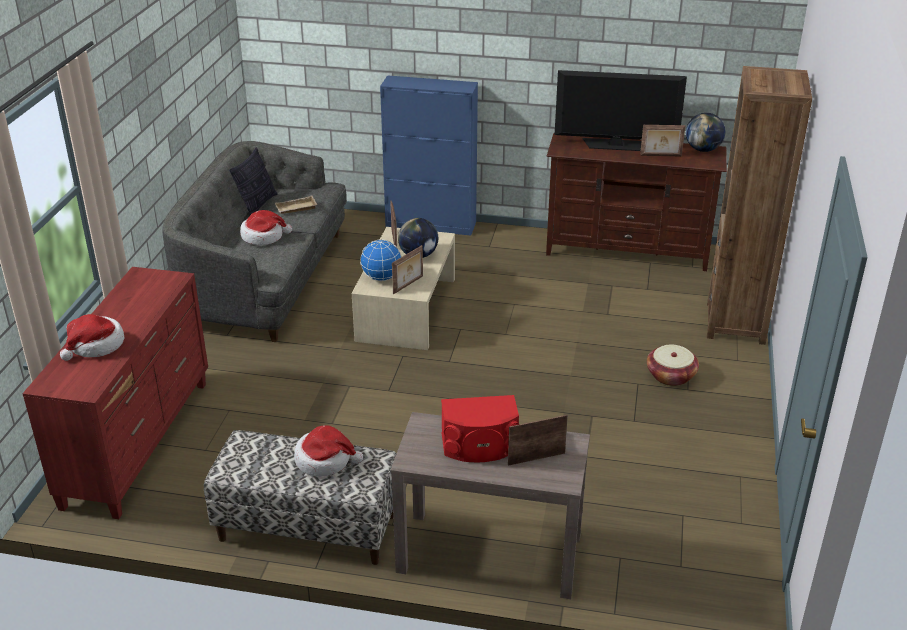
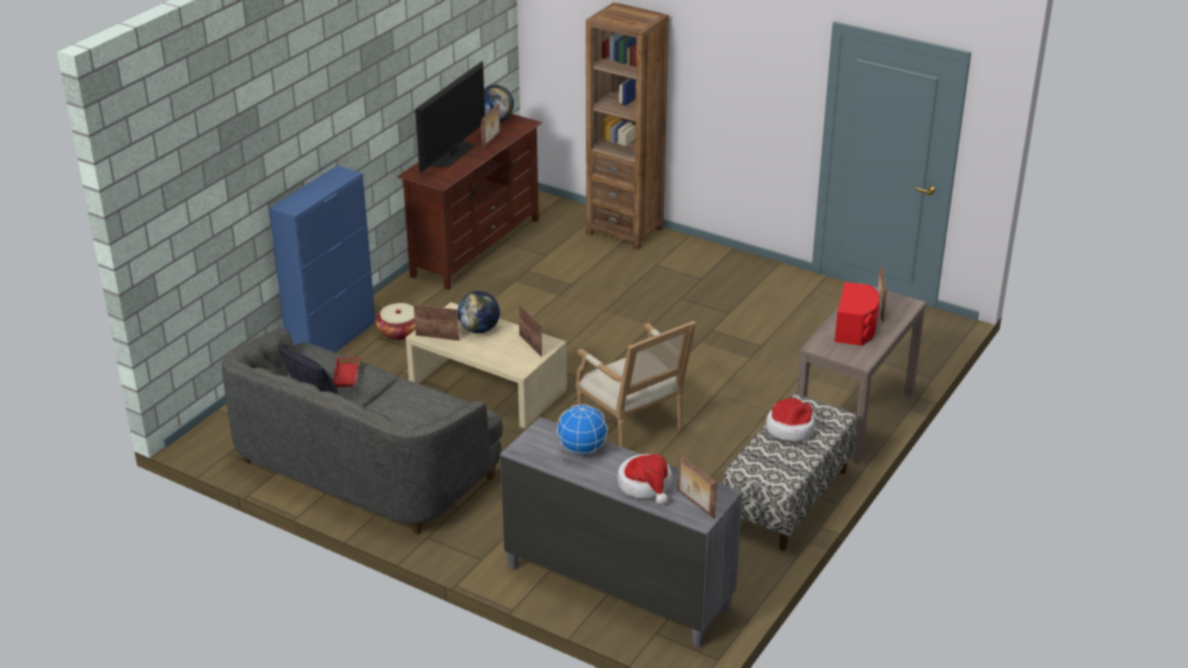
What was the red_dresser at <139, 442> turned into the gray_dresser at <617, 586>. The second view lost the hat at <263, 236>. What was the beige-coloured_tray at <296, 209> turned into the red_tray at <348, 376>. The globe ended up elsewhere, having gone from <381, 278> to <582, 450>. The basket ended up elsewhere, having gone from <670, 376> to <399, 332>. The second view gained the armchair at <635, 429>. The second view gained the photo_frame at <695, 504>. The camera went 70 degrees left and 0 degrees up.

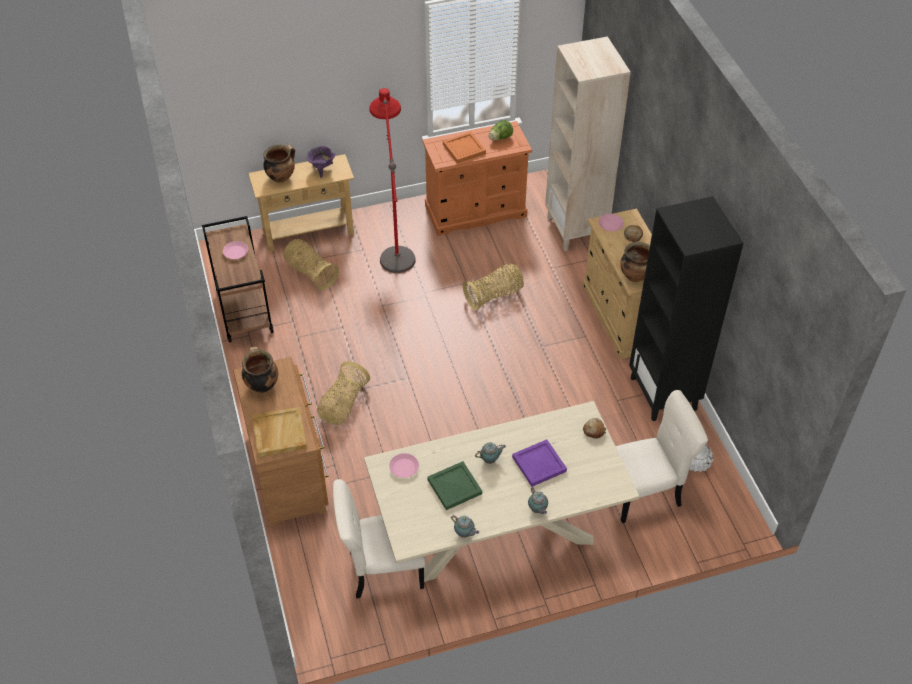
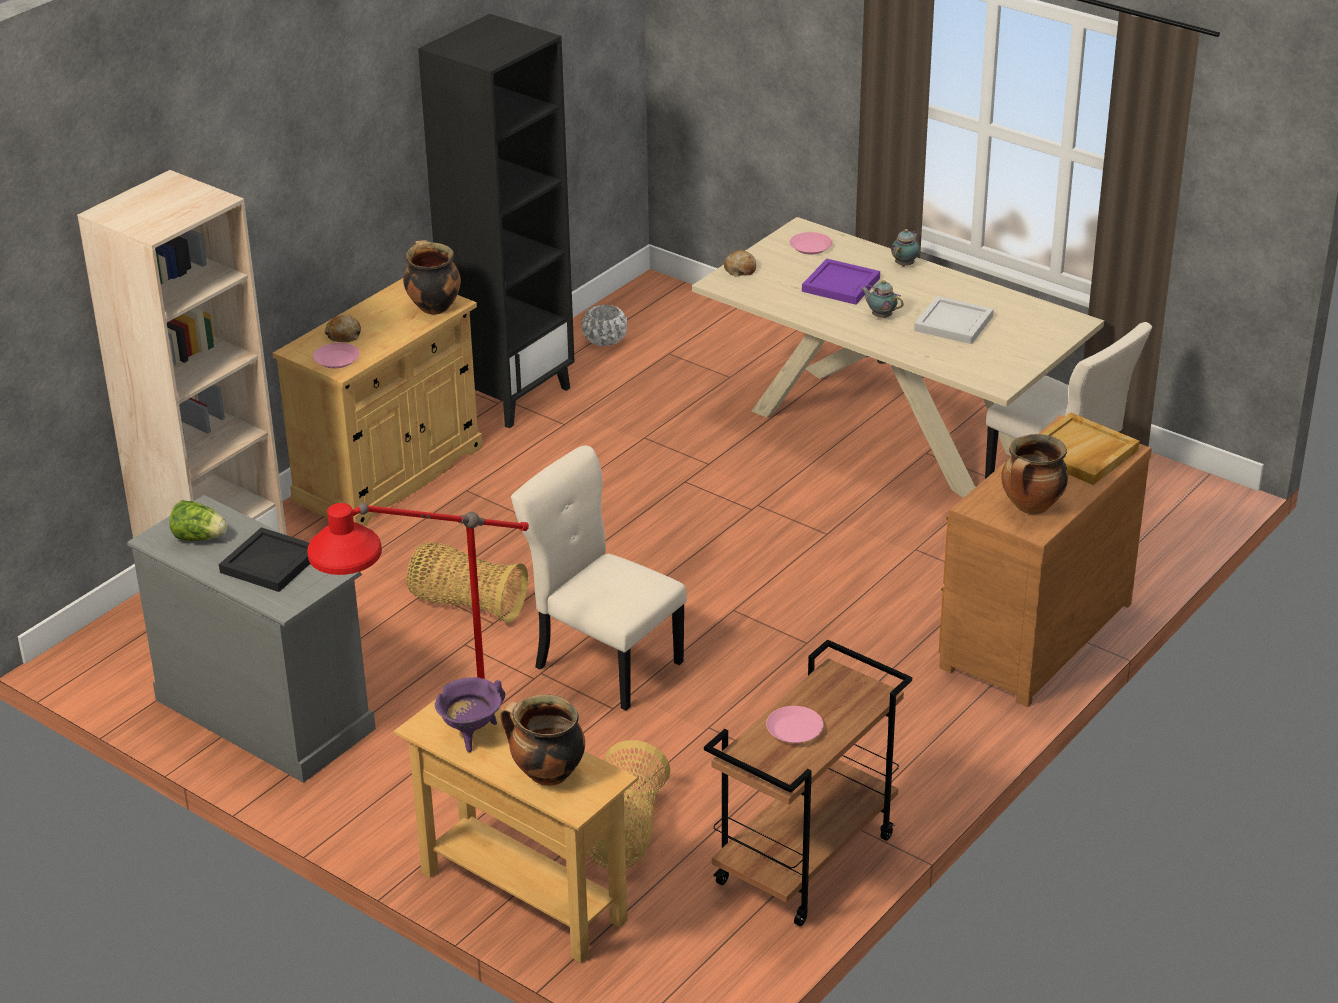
The second view lost the basket at <343, 404>. The pink_flat_dish ended up elsewhere, having gone from <404, 468> to <811, 247>. What was the orange-coloured_dresser at <476, 211> turned into the gray_dresser at <265, 713>. What was the green_tray at <455, 486> turned into the whitish_tray at <952, 323>. What was the orange-coloured_tray at <465, 149> turned into the blackish_tray at <270, 562>. The second view lost the teapot at <464, 534>. The beige-coloured_plain_chair ended up elsewhere, having gone from <644, 493> to <604, 662>. The camera went 125 degrees left and 15 degrees down.

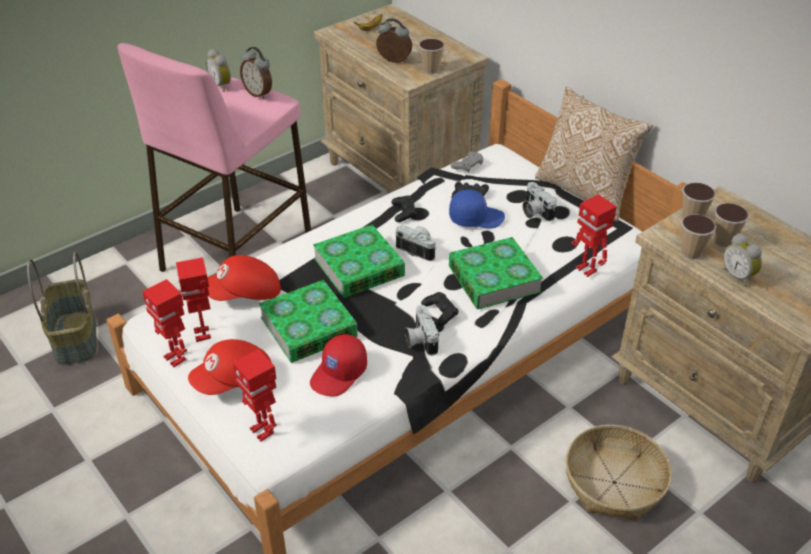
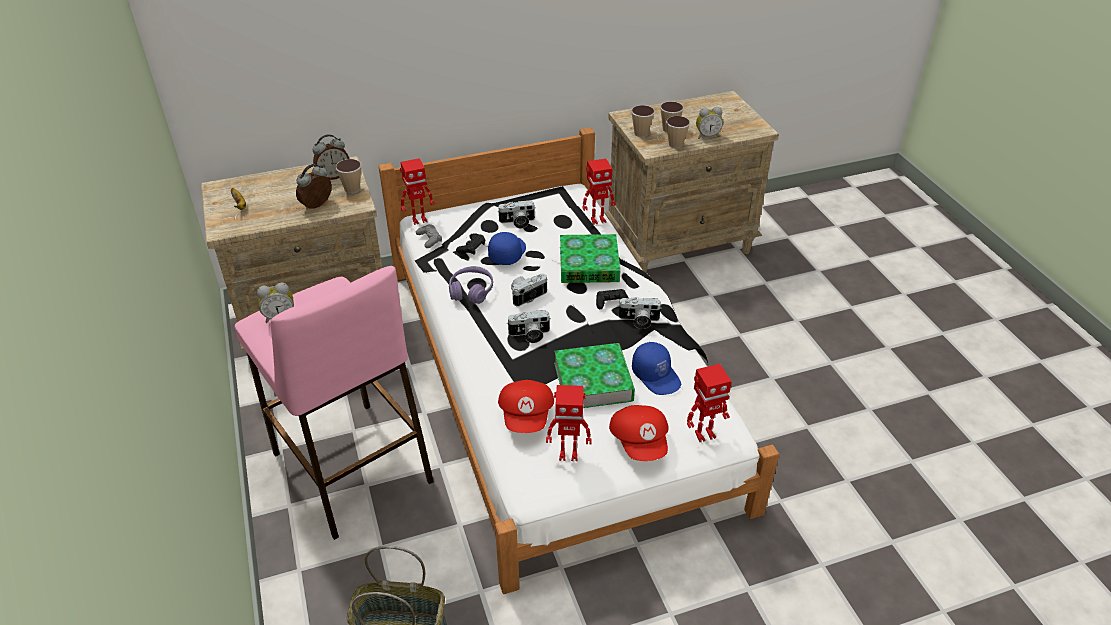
The robot_figure ended up elsewhere, having gone from <176, 358> to <419, 220>. The table_clock ended up elsewhere, having gone from <258, 93> to <334, 176>. What was the red_peaked_cap at <339, 374> turned into the blue_peaked_cap at <656, 376>. Where the book stood at <359, 267>, the photo_camera came to stand at <529, 335>. Where the blackish_game_controller stood at <404, 212>, the purple-coloured_headset came to stand at <471, 291>. The second view lost the throw_pillow at <585, 192>. The second view lost the basket at <613, 482>. The camera went 70 degrees left and 0 degrees up.

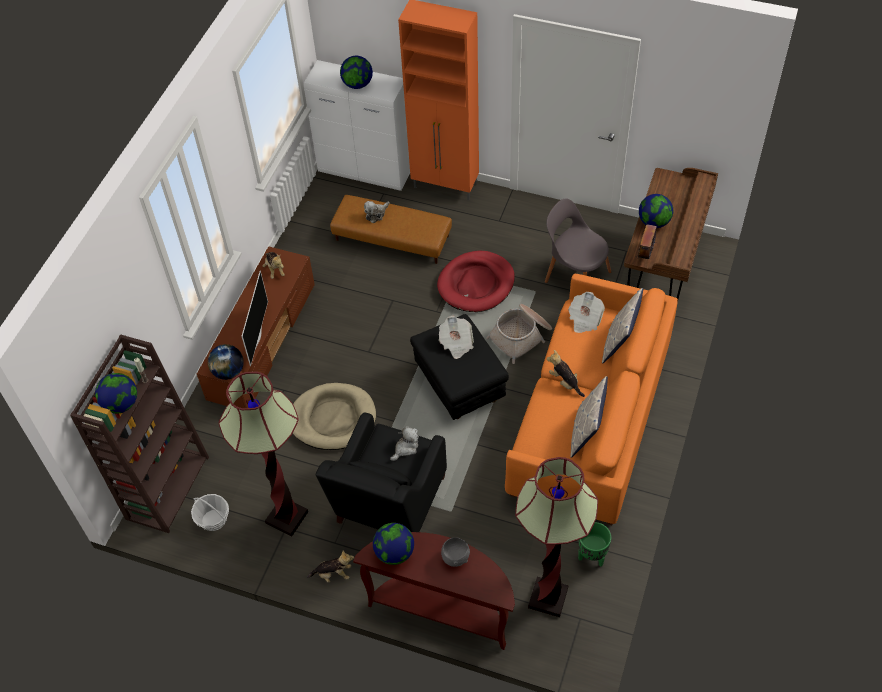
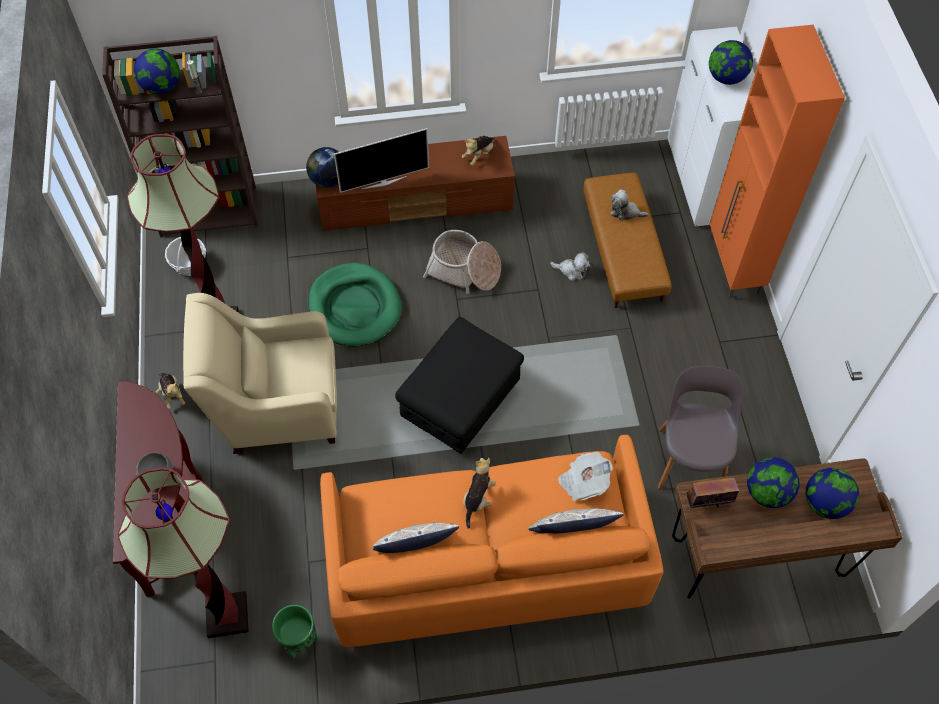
What was the beige-coloured_dog_bed at <333, 419> turned into the green_dog_bed at <355, 307>. What was the blackish_armchair at <389, 503> turned into the beige-coloured_armchair at <277, 406>. The globe ended up elsewhere, having gone from <394, 552> to <825, 503>. The cuddly_toy ended up elsewhere, having gone from <405, 448> to <572, 270>. The second view lost the red_dog_bed at <476, 284>. The second view lost the daily_paper at <456, 343>. The basket ended up elsewhere, having gone from <521, 336> to <464, 270>. The camera went 60 degrees right and 5 degrees up.

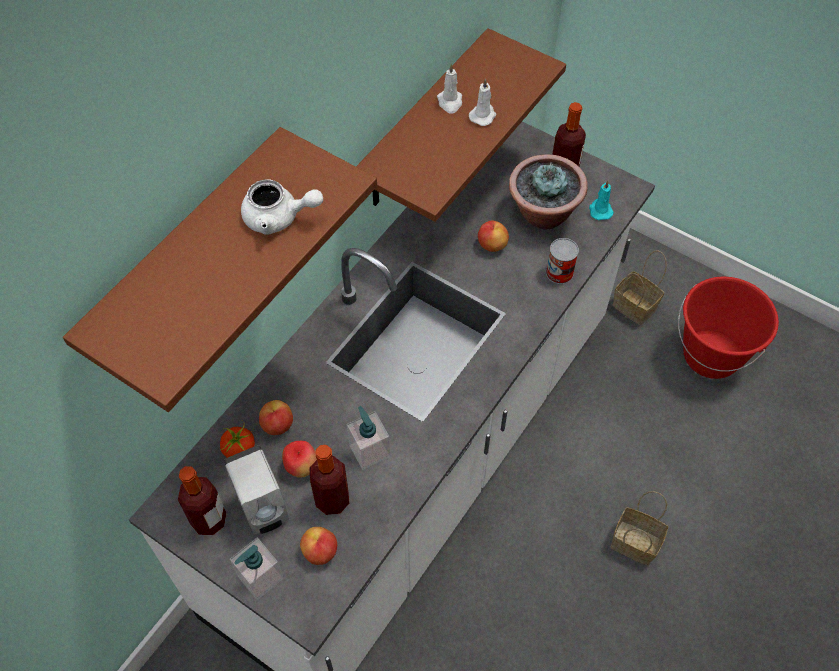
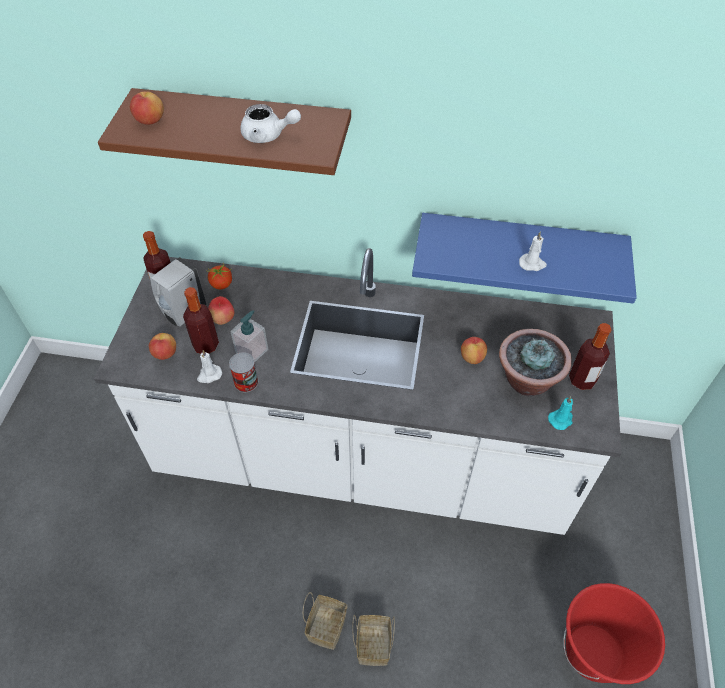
The second view lost the liquid_soap_bottle at <260, 577>. The whitish_teapot at <279, 218> ended up facing another way, 60 degrees counterclockwise from before. The apple ended up elsewhere, having gone from <277, 425> to <150, 121>. What was the brownish_wall_shelf at <423, 123> turned into the blue_wall_shelf at <519, 248>. The whitish_wax_light ended up elsewhere, having gone from <450, 102> to <209, 375>. The can ended up elsewhere, having gone from <559, 272> to <246, 382>. The basket ended up elsewhere, having gone from <636, 307> to <327, 628>. The camera went 65 degrees right and 5 degrees down.

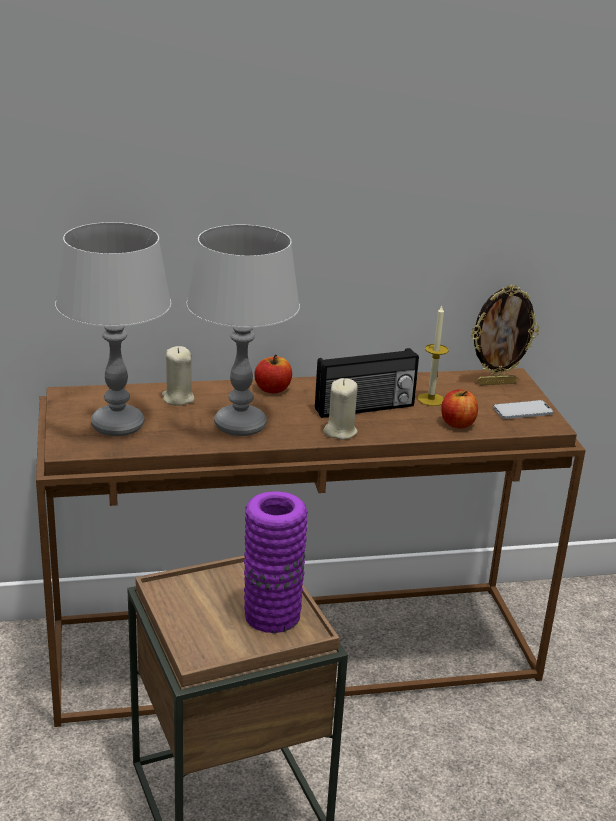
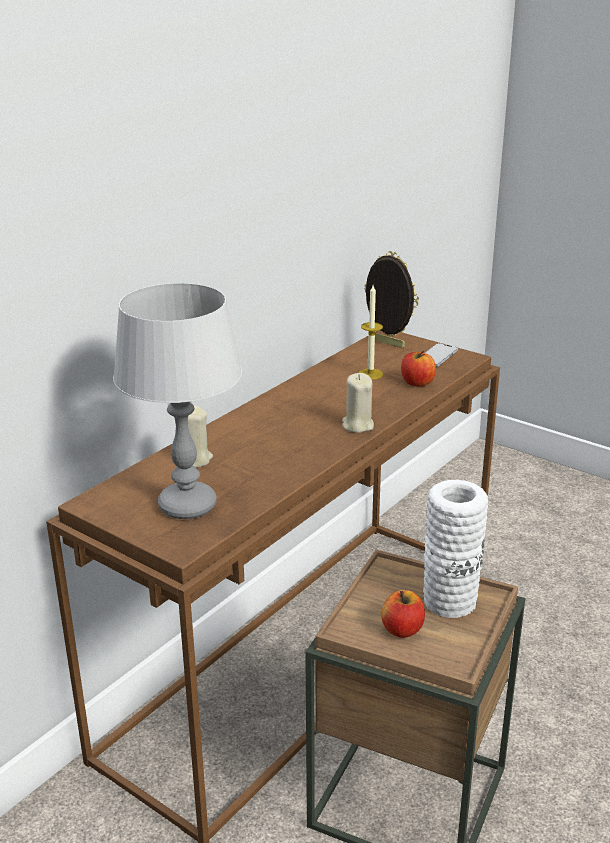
The second view lost the gray_lamp_for_a_table at <240, 426>. What was the purple-coloured_decorative_vase at <272, 615> turned into the whitish_decorative_vase at <449, 601>. The apple ended up elsewhere, having gone from <272, 389> to <402, 629>. The second view lost the radio at <365, 408>. The photo_frame at <496, 383> ended up facing another way, 90 degrees counterclockwise from before. The camera went 40 degrees left and 0 degrees up.

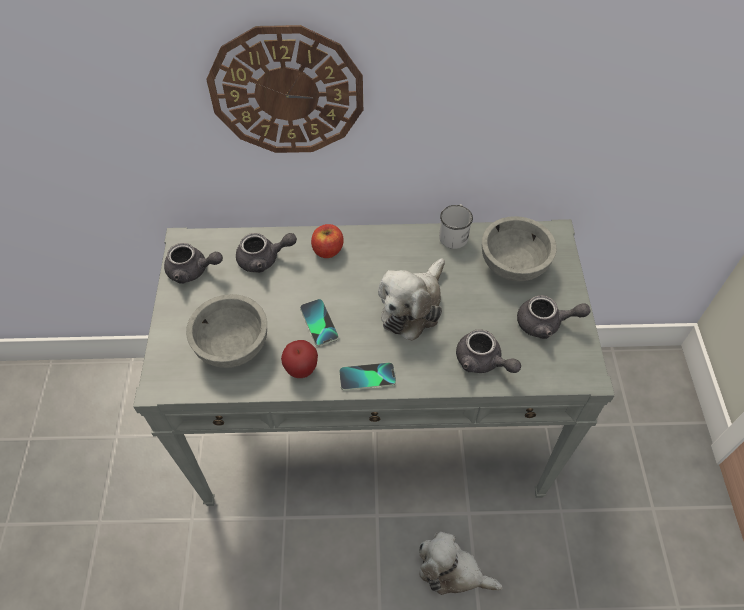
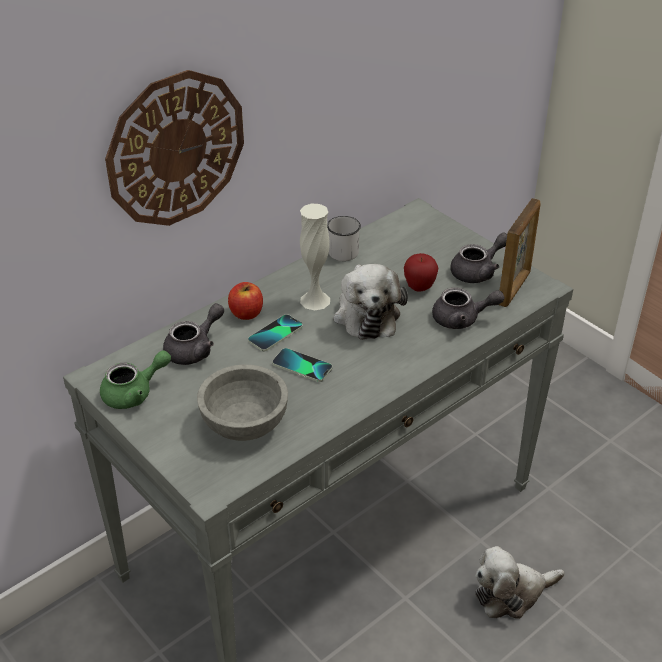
What was the gray_teapot at <193, 271> turned into the green_teapot at <134, 393>. The apple ended up elsewhere, having gone from <301, 370> to <419, 287>. The handset ended up elsewhere, having gone from <367, 377> to <275, 334>. The second view lost the gray_deep_dish at <514, 265>. The second view gained the whitish_decorative_vase at <315, 300>. The second view gained the photo_frame at <514, 288>. The camera went 40 degrees left and 15 degrees down.

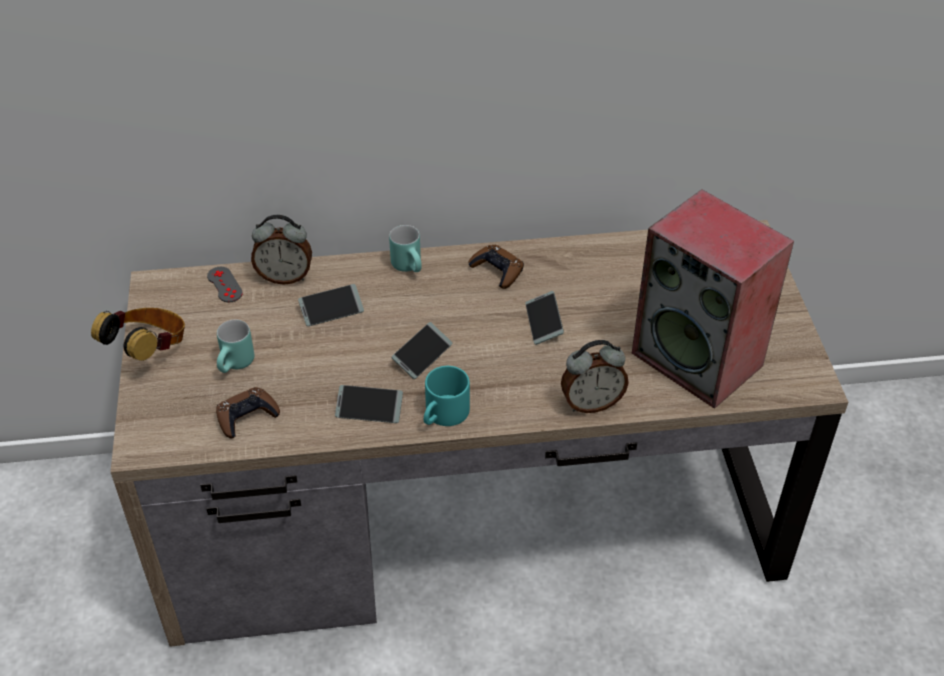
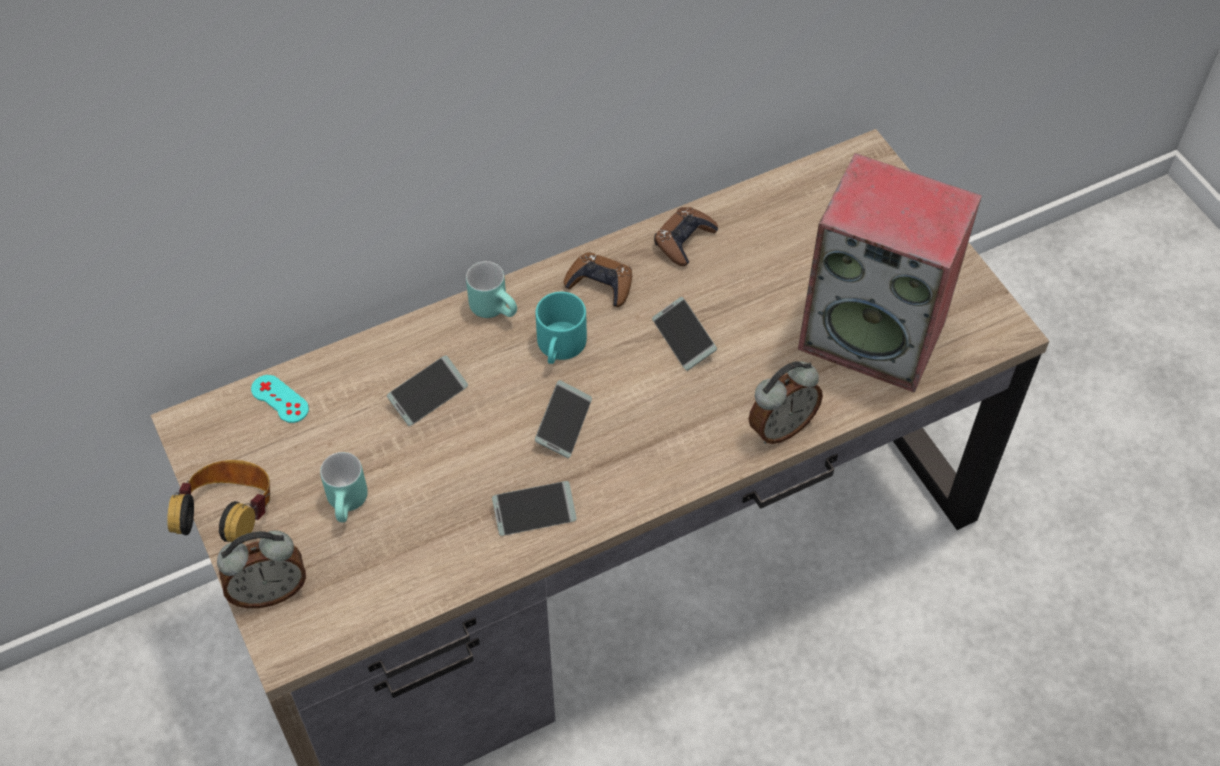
What was the gray_game_controller at <224, 285> turned into the blue-green_game_controller at <280, 399>. The brownish_game_controller ended up elsewhere, having gone from <247, 416> to <684, 240>. The table_clock ended up elsewhere, having gone from <285, 277> to <269, 591>. The blue-green_tea_mug ended up elsewhere, having gone from <444, 415> to <560, 347>. The camera went 20 degrees left and 10 degrees up.

